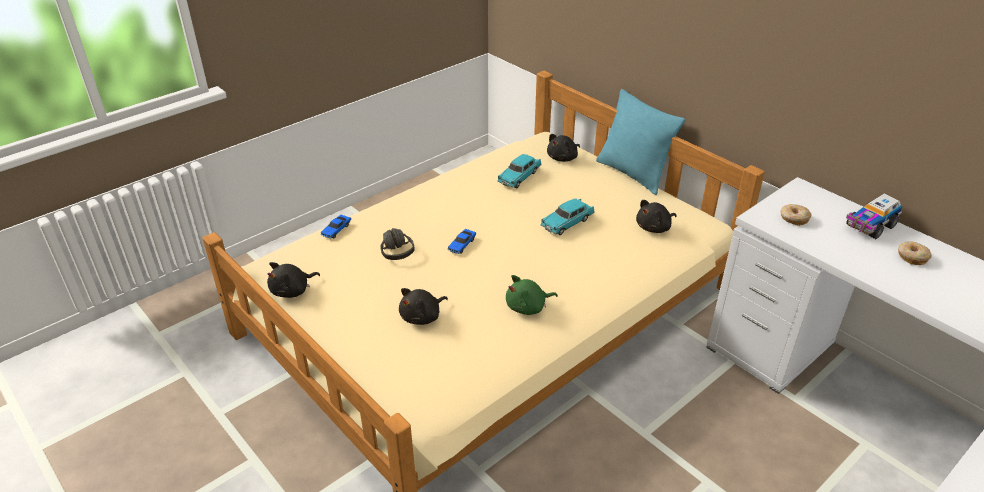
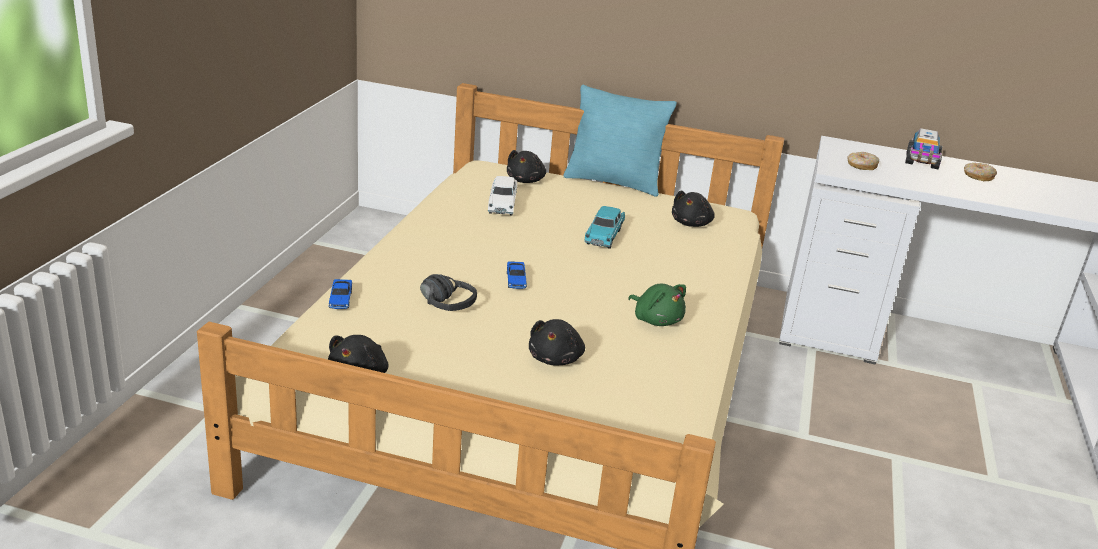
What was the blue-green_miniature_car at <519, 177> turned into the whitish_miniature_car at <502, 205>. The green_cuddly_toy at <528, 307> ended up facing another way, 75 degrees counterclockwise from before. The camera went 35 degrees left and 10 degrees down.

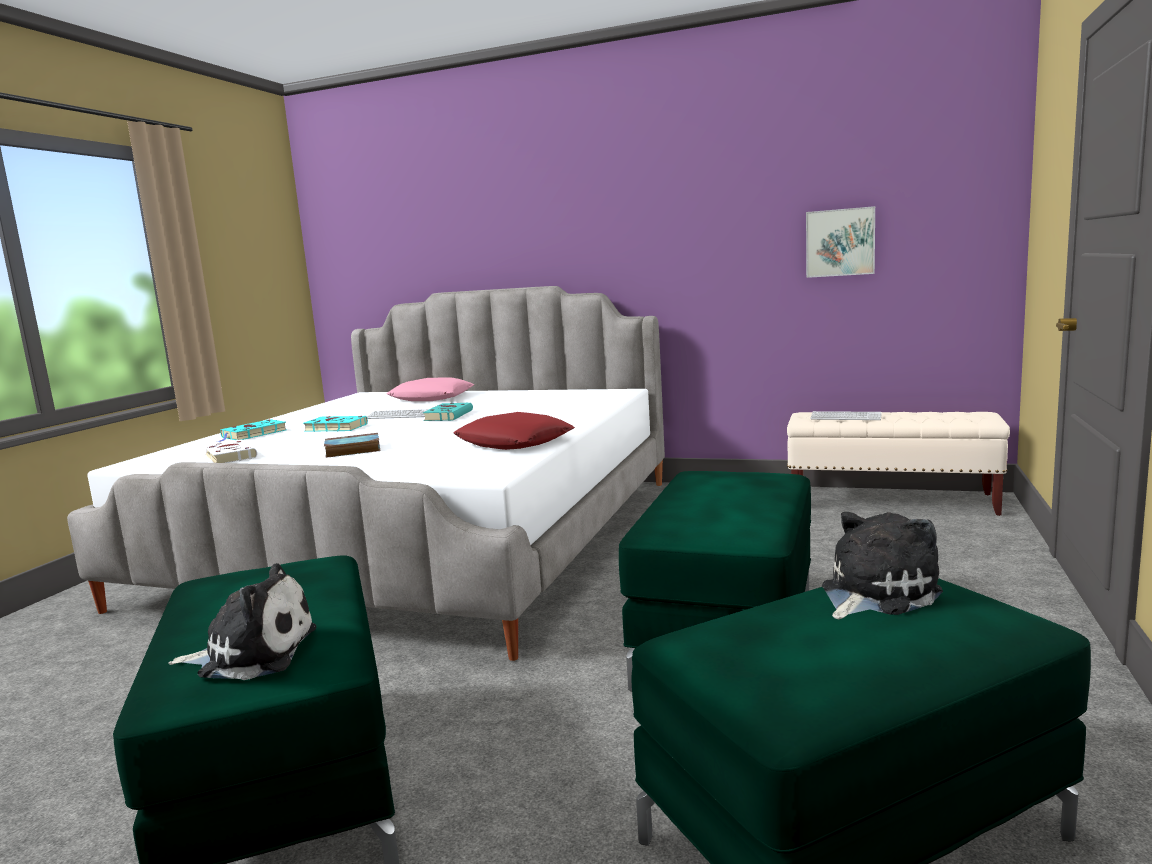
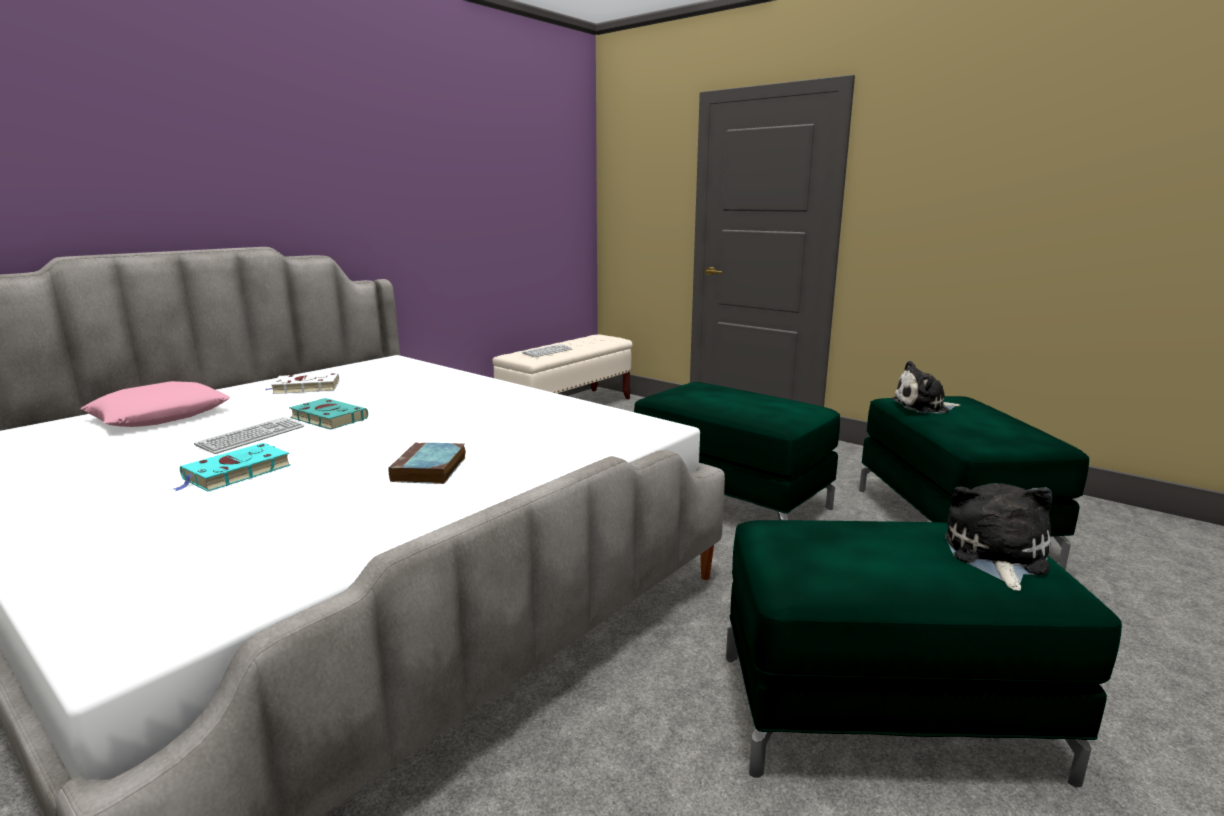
The whitish_book ended up elsewhere, having gone from <229, 456> to <304, 388>. The second view lost the blue-green_book at <253, 434>. The second view lost the red_throw_pillow at <514, 442>. The second view lost the wall_picture at <840, 242>. The cuddly_toy at <874, 593> ended up facing another way, 75 degrees counterclockwise from before. The camera went 70 degrees left and 5 degrees up.

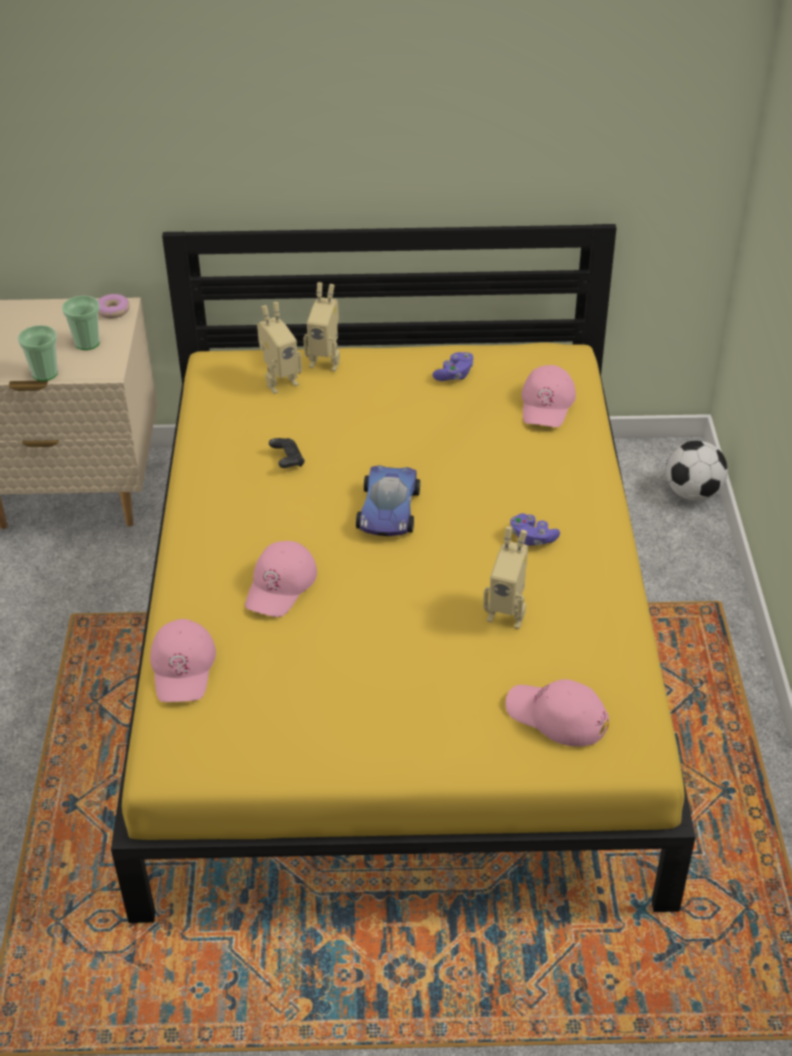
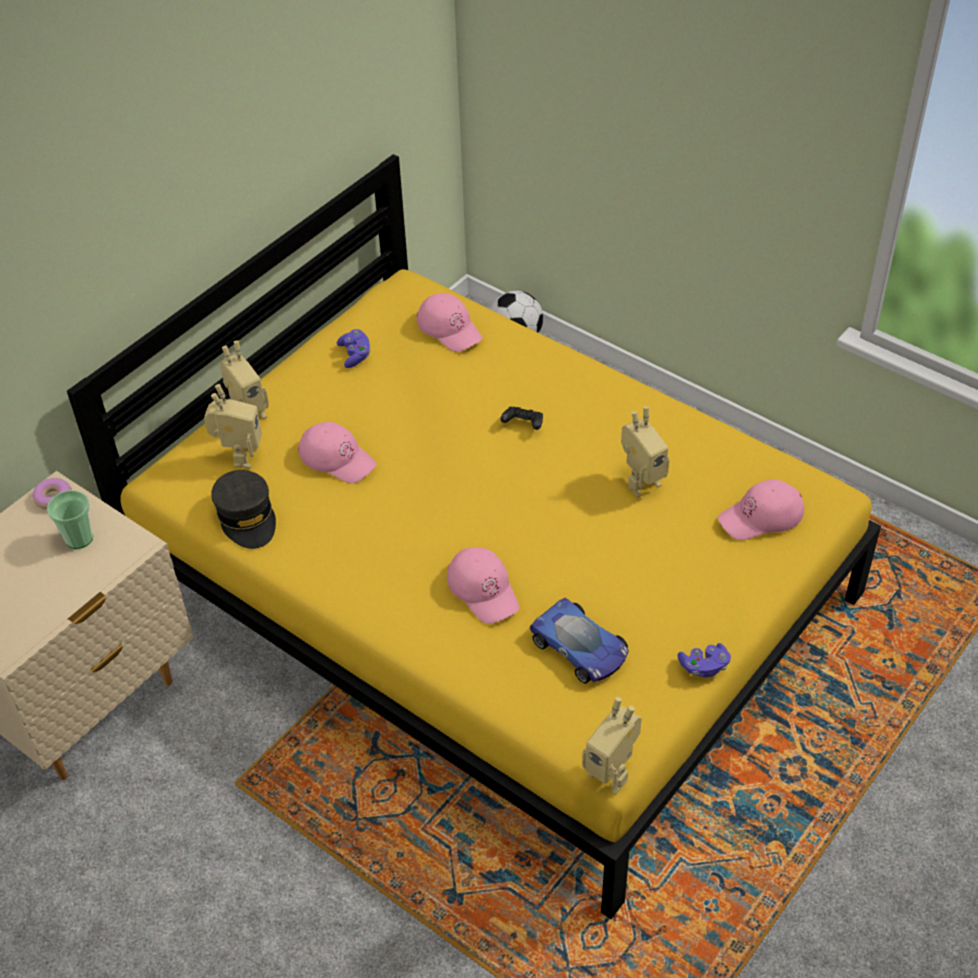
The second view lost the drinking_cup at <45, 373>. The pink_peaked_cap ended up elsewhere, having gone from <183, 667> to <337, 458>. The blackish_game_controller ended up elsewhere, having gone from <287, 461> to <523, 424>. The miniature_car ended up elsewhere, having gone from <388, 510> to <580, 648>. The purple-coloured_game_controller ended up elsewhere, having gone from <532, 538> to <704, 667>. The second view gained the gray_peaked_cap at <247, 517>. The second view gained the robot_figure at <611, 773>. The camera went 50 degrees left and 5 degrees up.

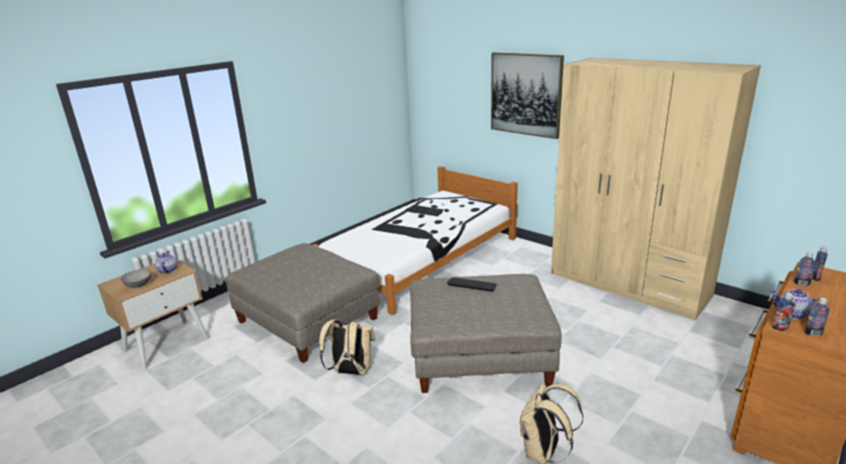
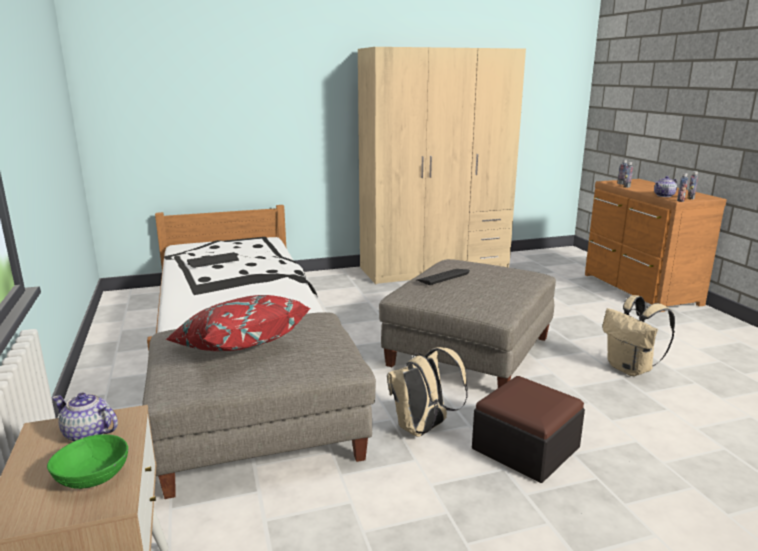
What was the gray_deep_dish at <138, 284> turned into the green_deep_dish at <93, 477>. The second view lost the wall_picture at <525, 94>. The second view gained the red_throw_pillow at <238, 346>. The second view gained the footrest at <525, 448>. The camera went 60 degrees left and 5 degrees down.

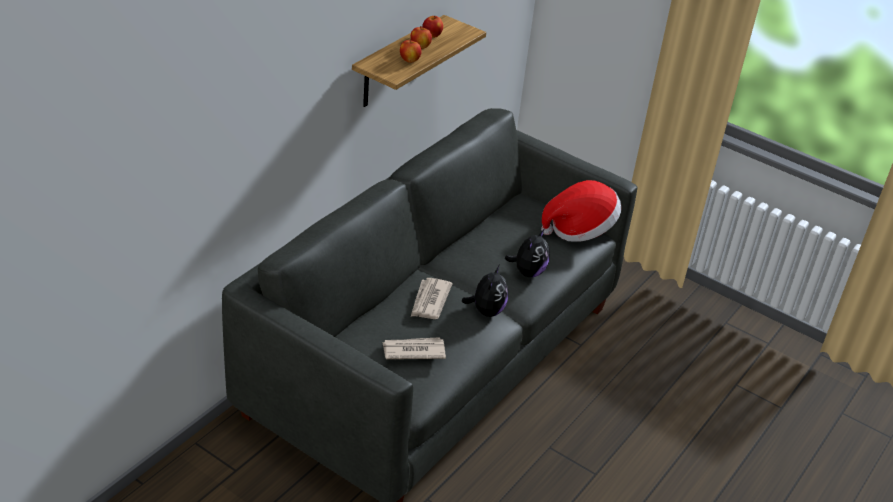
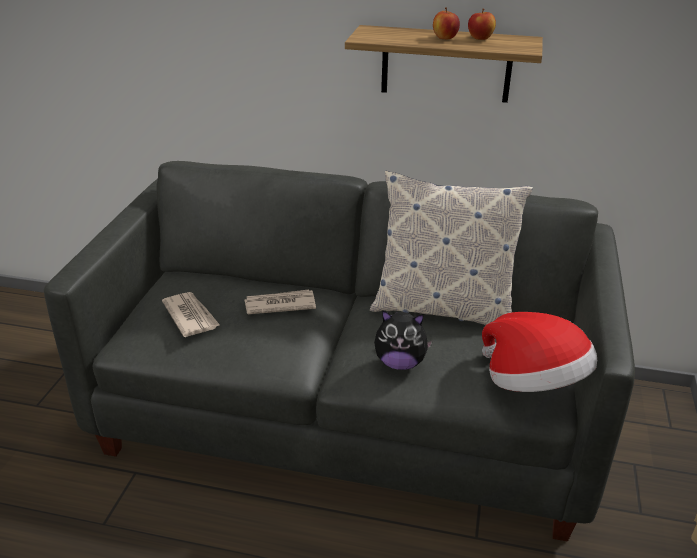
The second view lost the apple at <410, 60>. The second view lost the cuddly_toy at <486, 311>. The second view gained the throw_pillow at <442, 308>. The camera went 70 degrees right and 5 degrees down.

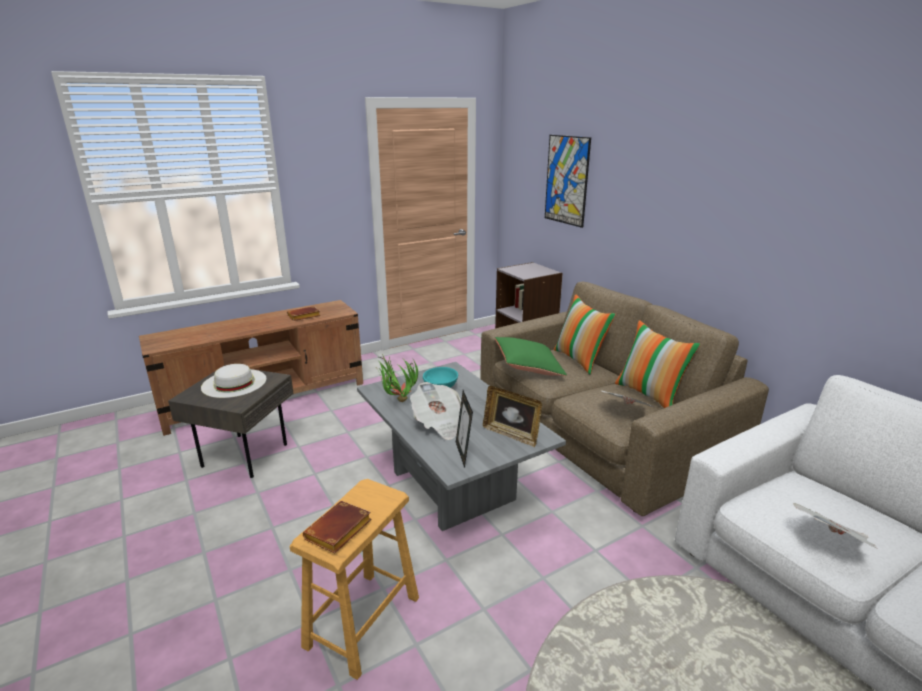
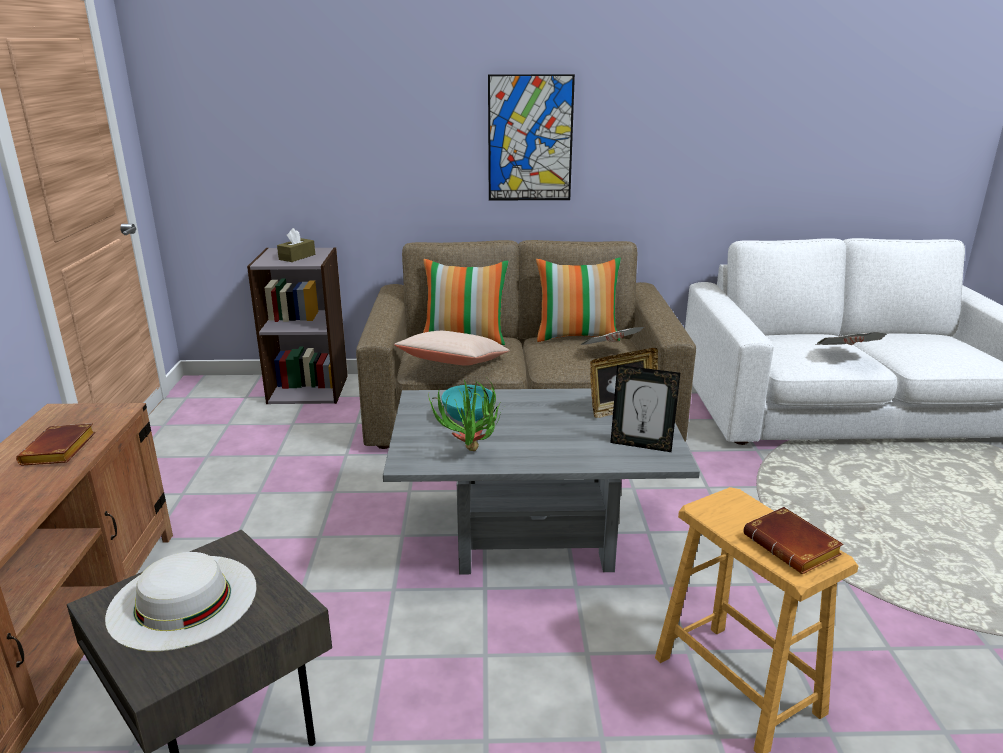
The second view lost the daily_paper at <440, 424>. What was the green_throw_pillow at <528, 367> turned into the beige-coloured_throw_pillow at <453, 364>. The wall_picture ended up elsewhere, having gone from <566, 180> to <530, 139>. The second view gained the brownish_box_of_tissues at <297, 257>. The camera went 60 degrees left and 0 degrees up.

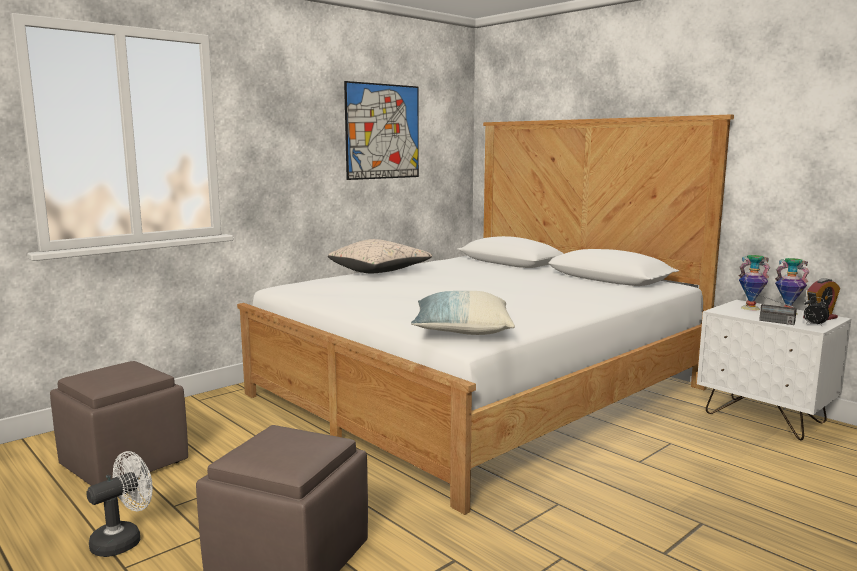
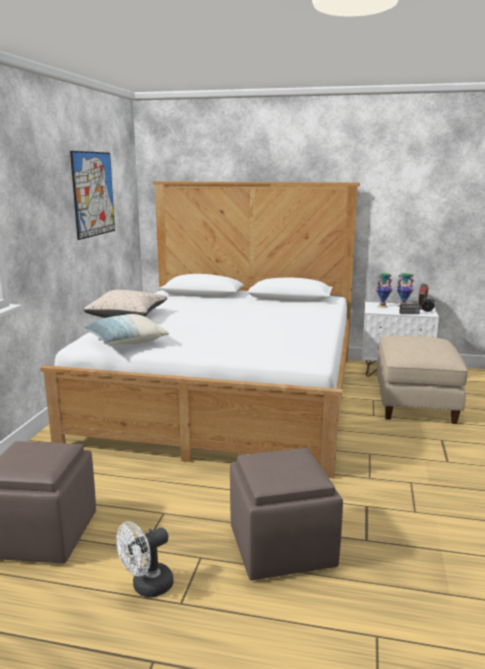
The whitish_fan at <123, 540> ended up facing another way, 135 degrees counterclockwise from before. The throw_pillow ended up elsewhere, having gone from <462, 331> to <126, 342>. The second view gained the beige-coloured_footrest at <414, 403>. The camera went 35 degrees left and 5 degrees up.

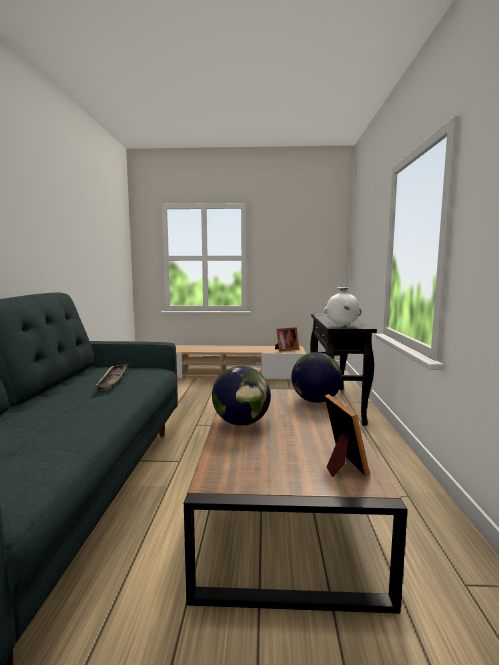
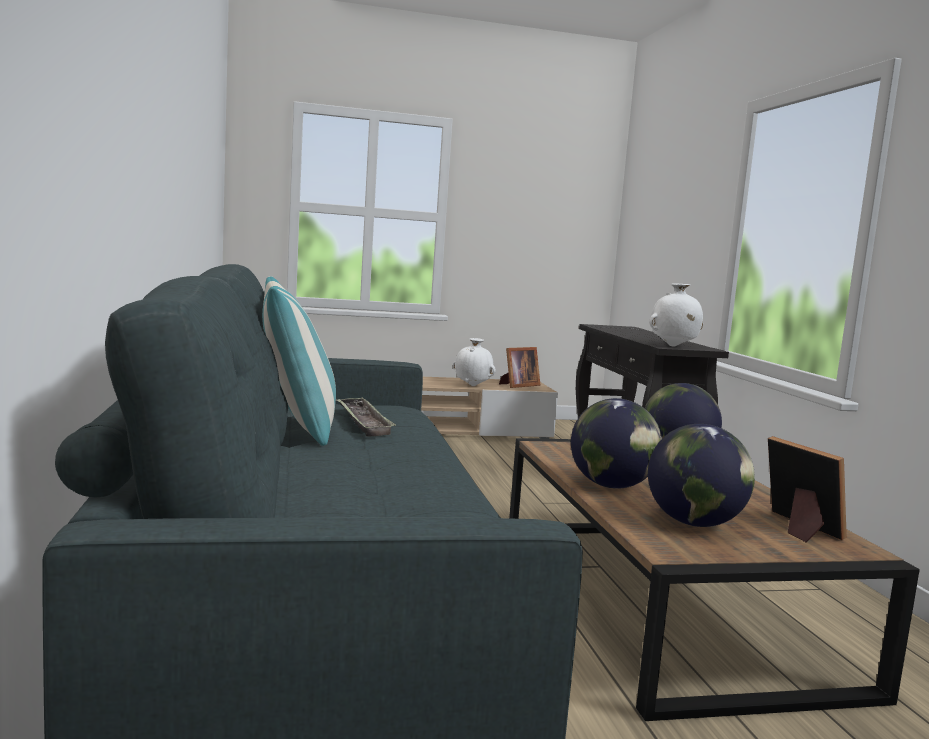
The second view gained the throw_pillow at <295, 428>. The second view gained the whitish_decorative_vase at <473, 386>. The second view gained the globe at <695, 523>. The camera went 15 degrees left and 0 degrees up.

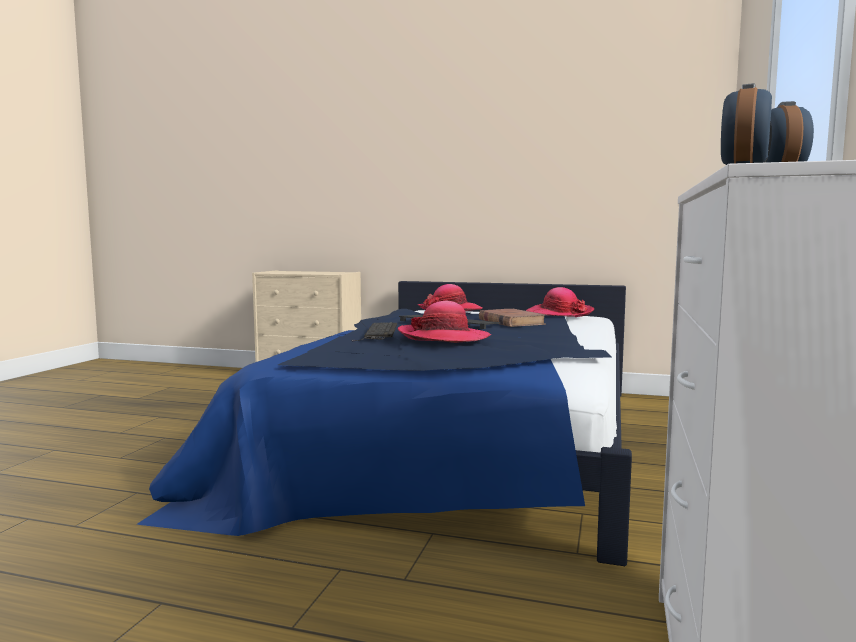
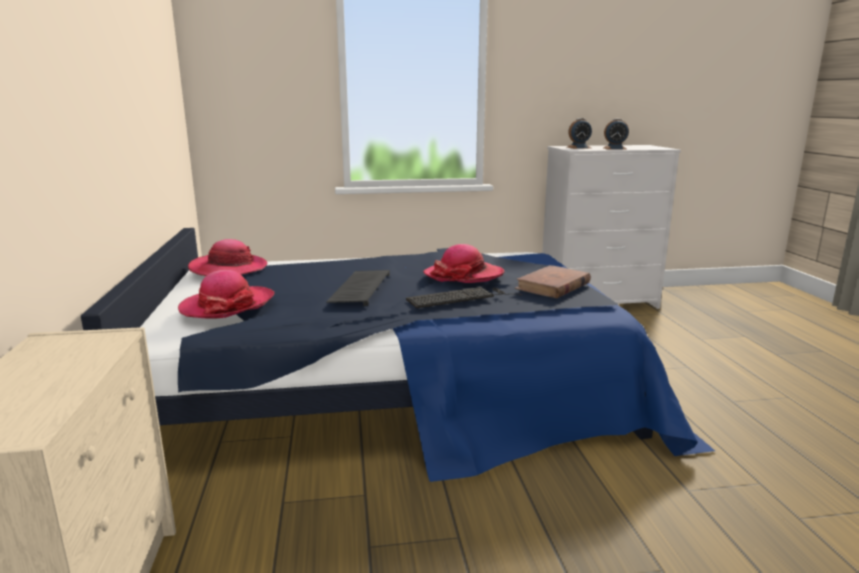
The brownish_book ended up elsewhere, having gone from <511, 322> to <553, 286>. The camera went 115 degrees left and 10 degrees up.

